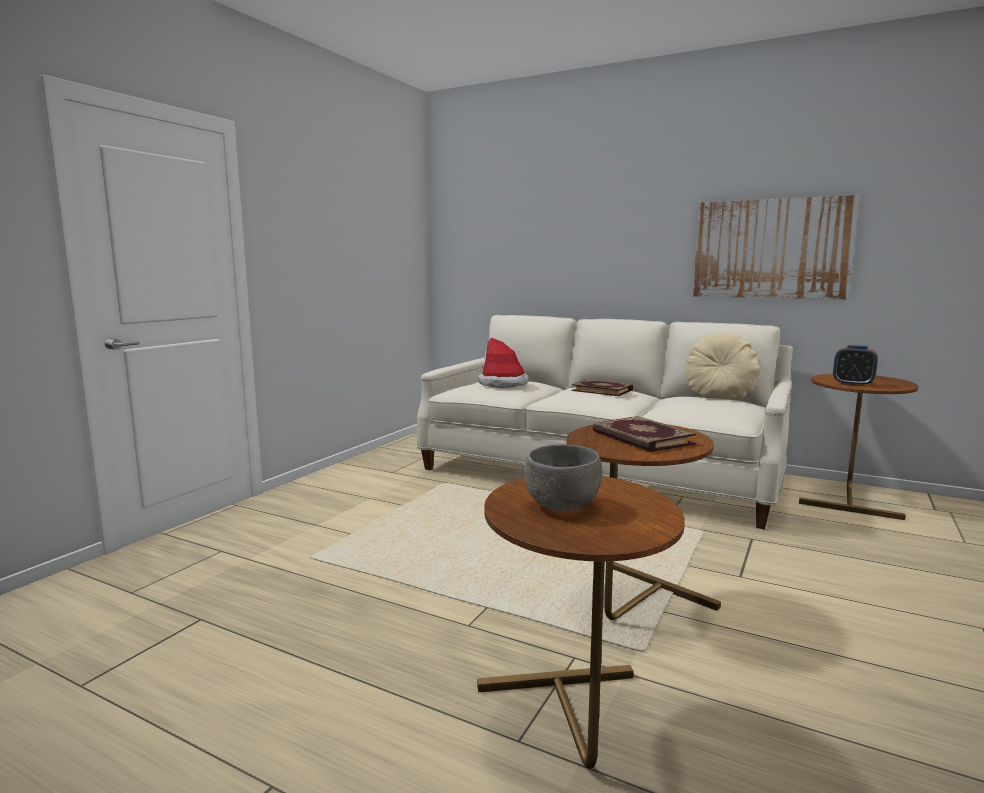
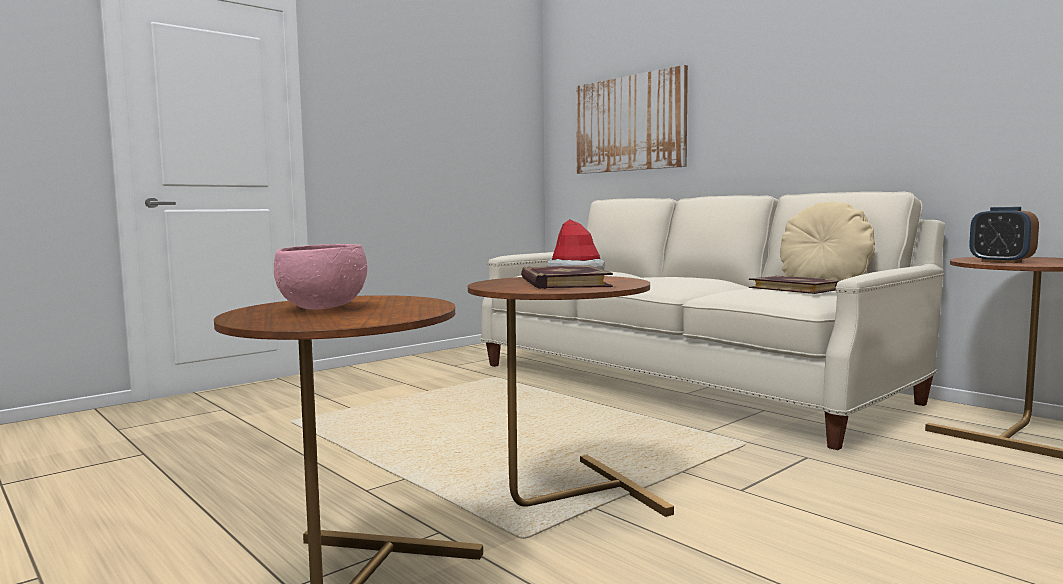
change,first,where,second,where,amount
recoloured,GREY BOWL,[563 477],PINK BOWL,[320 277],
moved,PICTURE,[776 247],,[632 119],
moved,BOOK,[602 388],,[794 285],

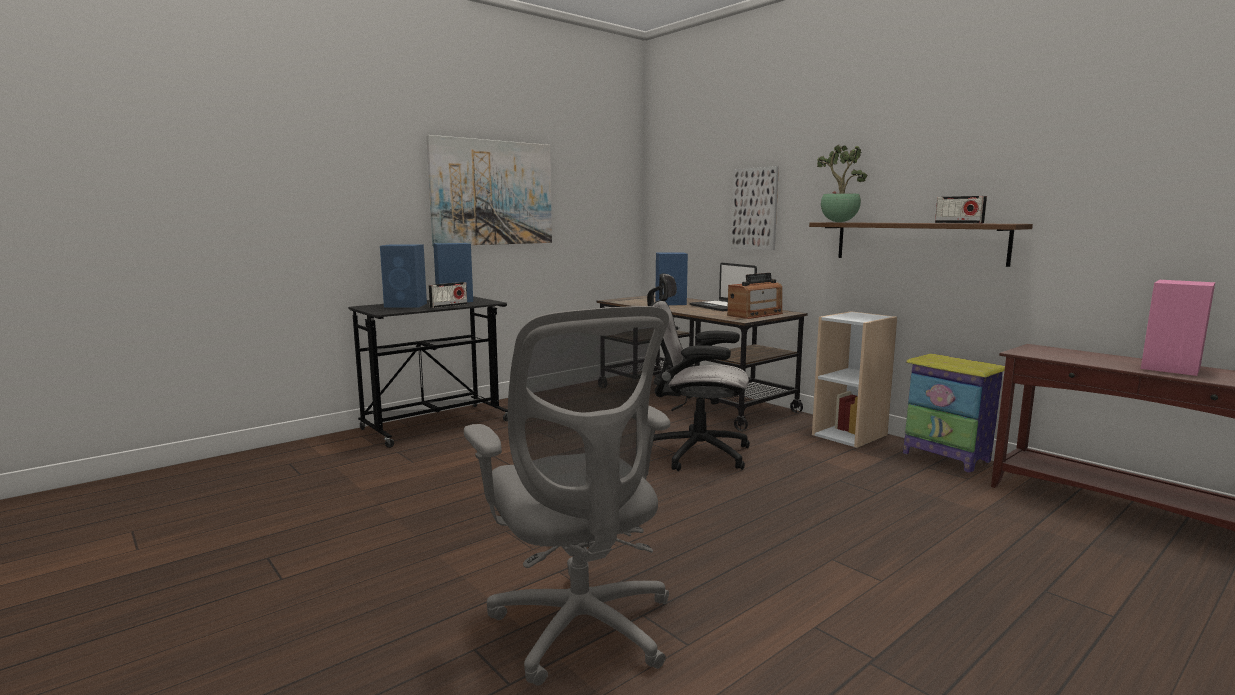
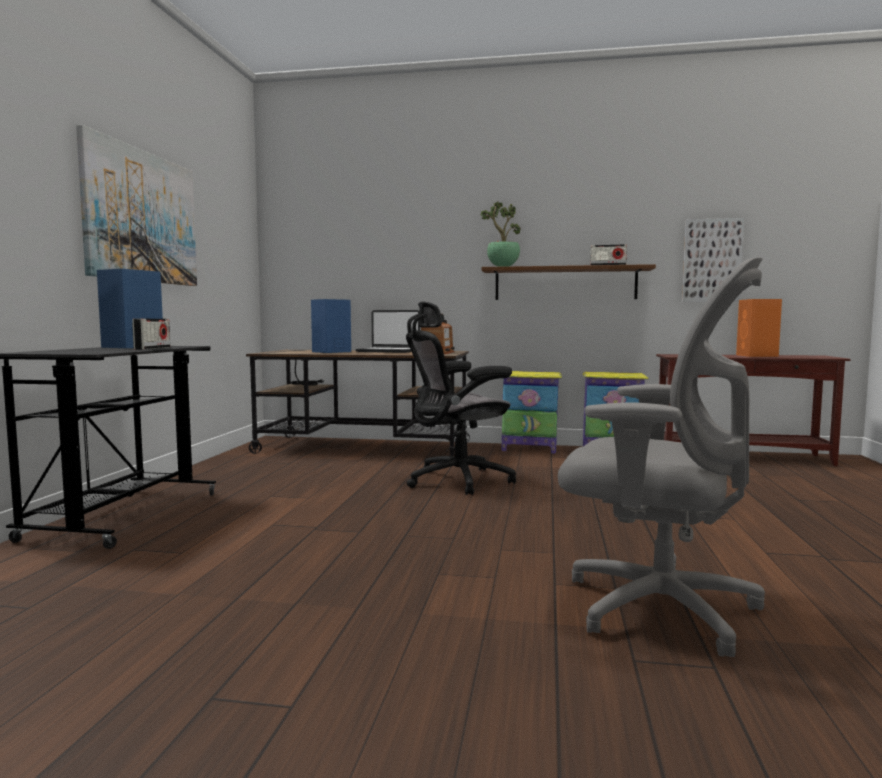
change,first,where,second,where,amount
replaced,BOOKCASE,[854 379],NIGHTSTAND,[531 412],
moved,PICTURE,[755 208],,[713 260],
recoloured,PINK SPEAKER,[1178 328],ORANGE SPEAKER,[759 328],
removed,BLUE SPEAKER,[403 276],,,

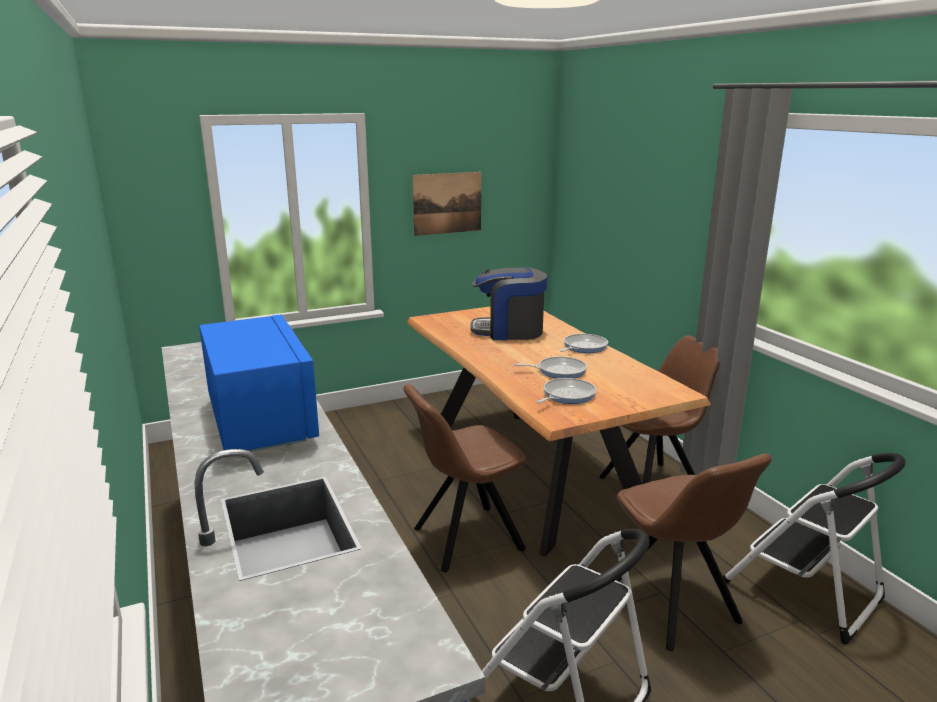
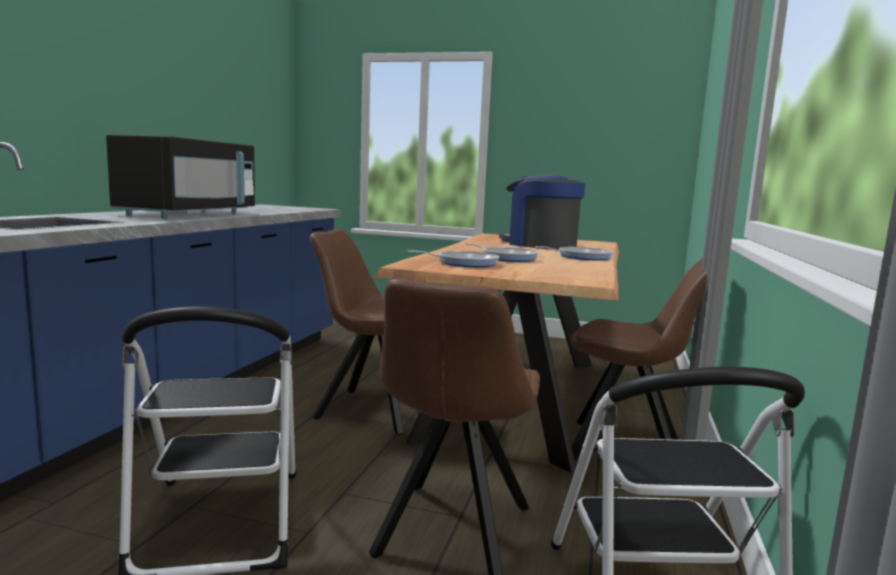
change,first,where,second,where,amount
recoloured,BLUE MICROWAVE,[259 383],BLACK MICROWAVE,[180 176],
removed,PICTURE,[446 204],,,

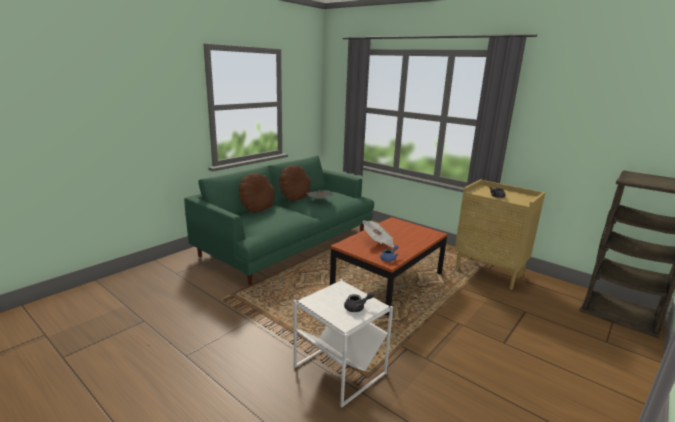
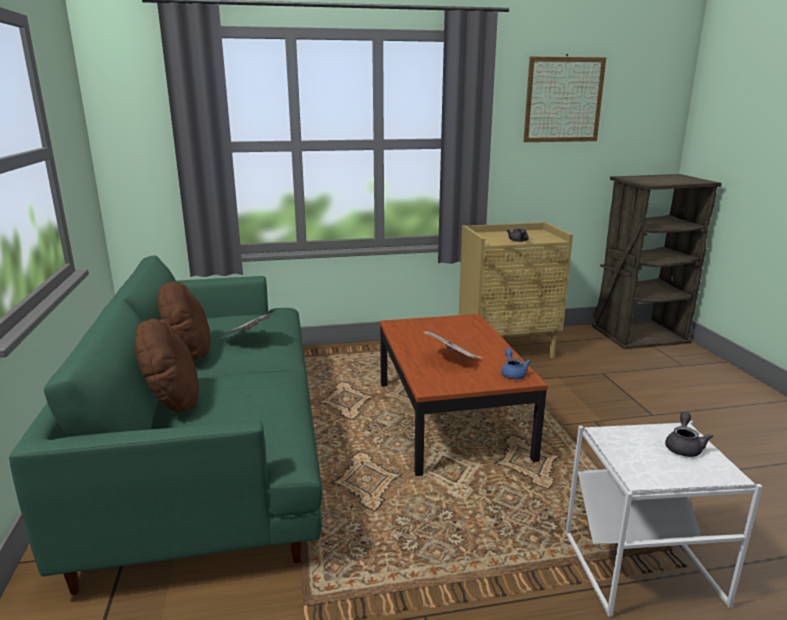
change,first,where,second,where,amount
added,,,PICTURE,[564 98],

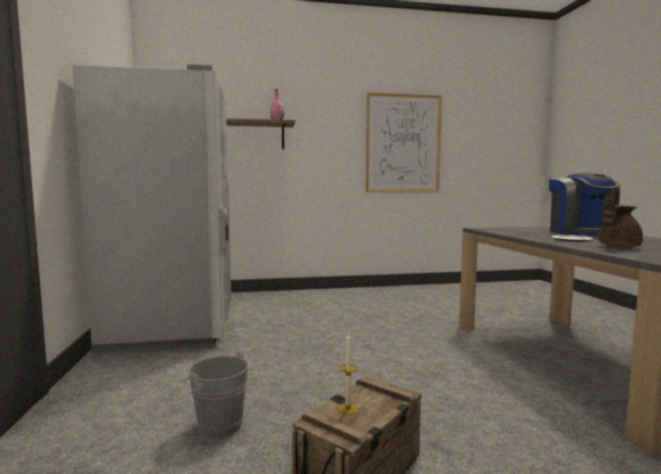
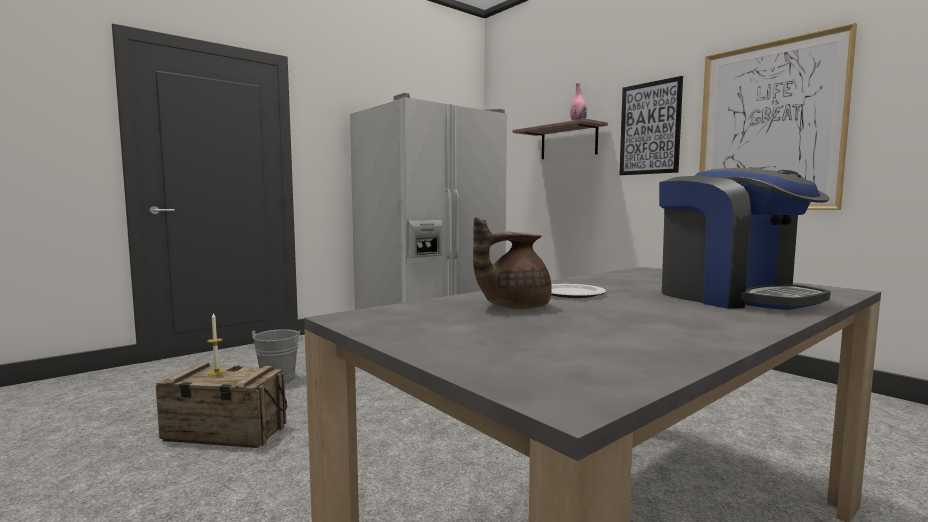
change,first,where,second,where,amount
turned,BROWN TEAPOT,[620 222],,[512 263],60 degrees counterclockwise
added,,,PICTURE,[651 125],
turned,COFFEE MACHINE,[584 204],,[745 239],90 degrees counterclockwise

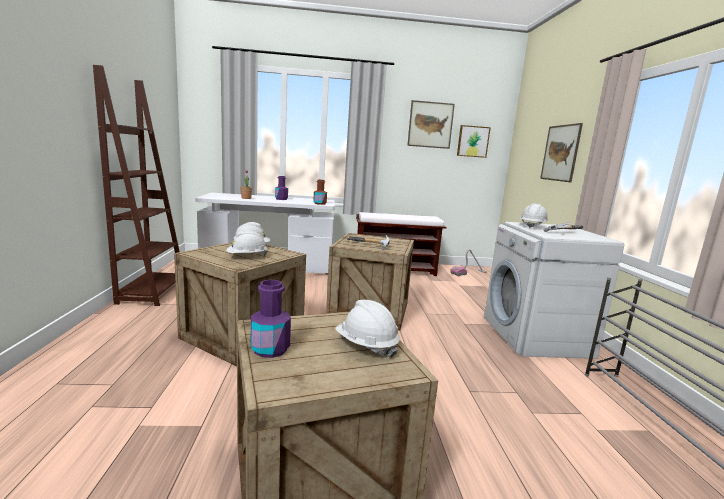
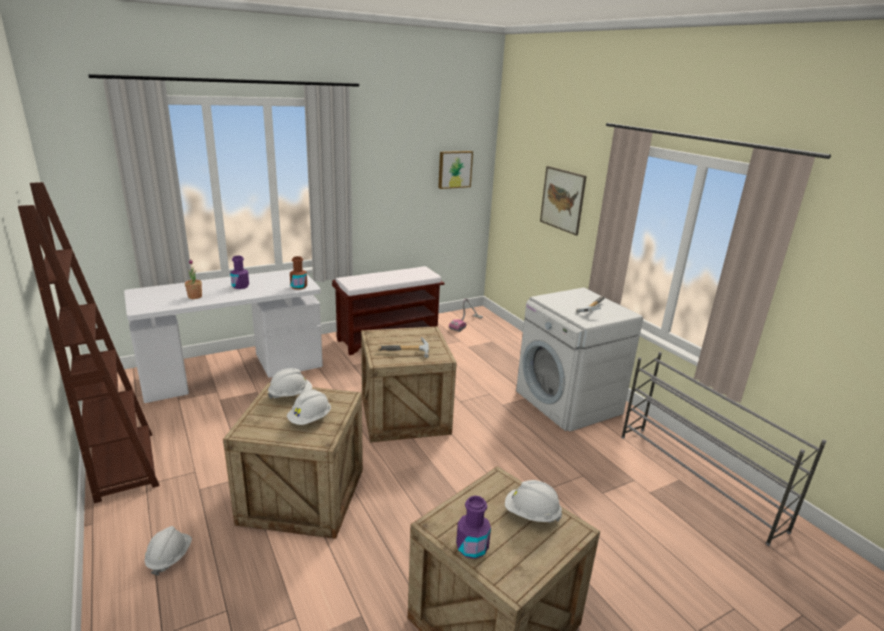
change,first,where,second,where,amount
moved,WHITE HARD HAT,[534 215],,[168 551],
removed,PICTURE,[431 124],,,

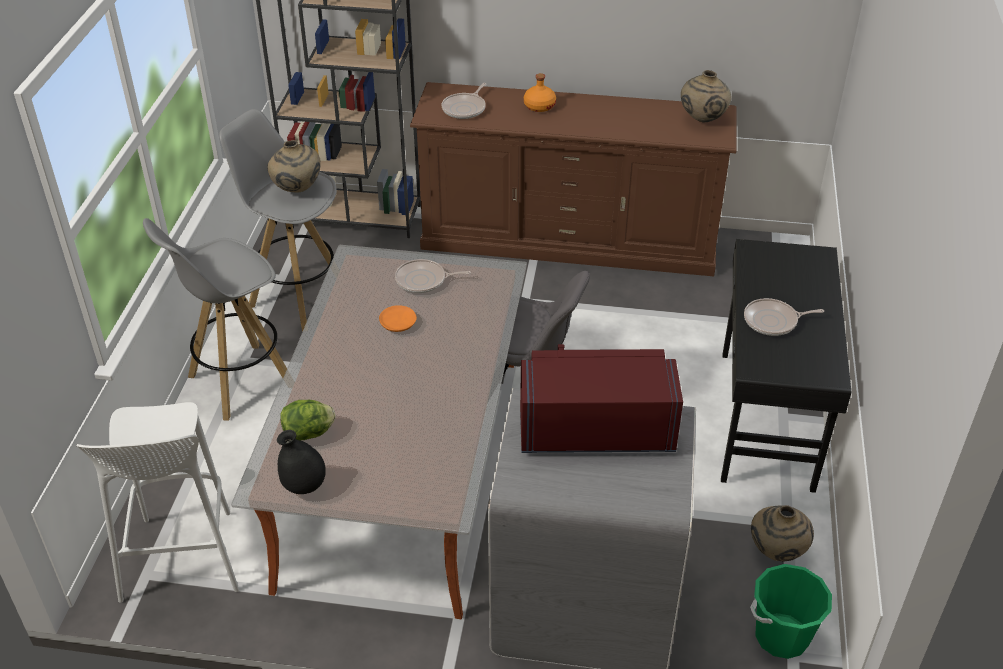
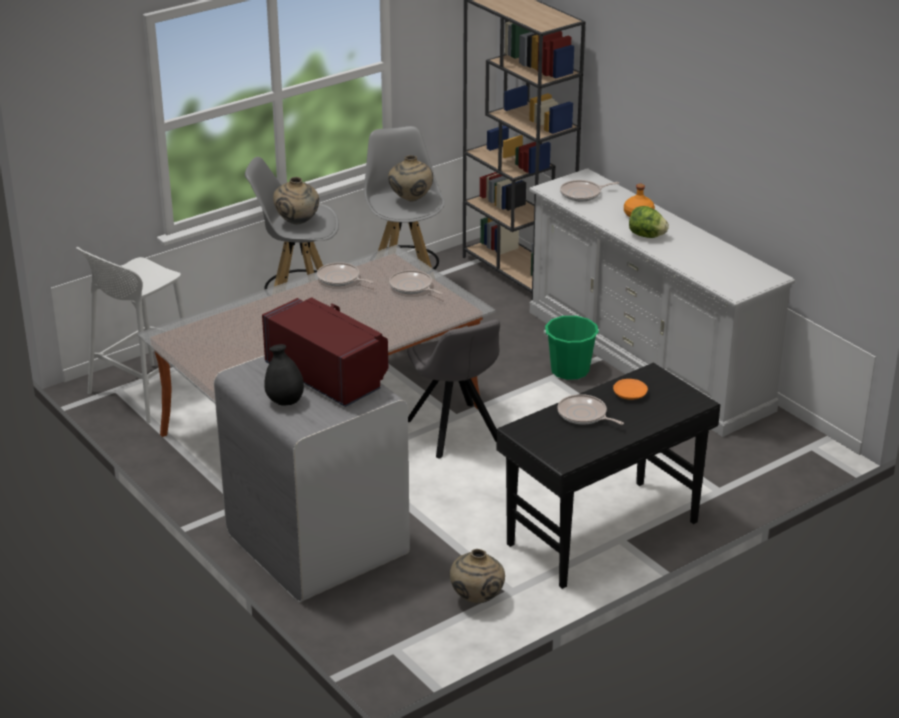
change,first,where,second,where,amount
moved,BLACK VASE,[301 462],,[284 375],
moved,BEIGE VASE,[706 96],,[296 200],
added,,,FRYING PAN,[345 274],
recoloured,BROWN CABINET,[573 179],WHITE CABINET,[662 302],
moved,GREEN BUCKET,[791 611],,[571 348],
moved,ORANGE PLATE,[398 318],,[630 389],
moved,LETTUCE,[308 420],,[649 222],

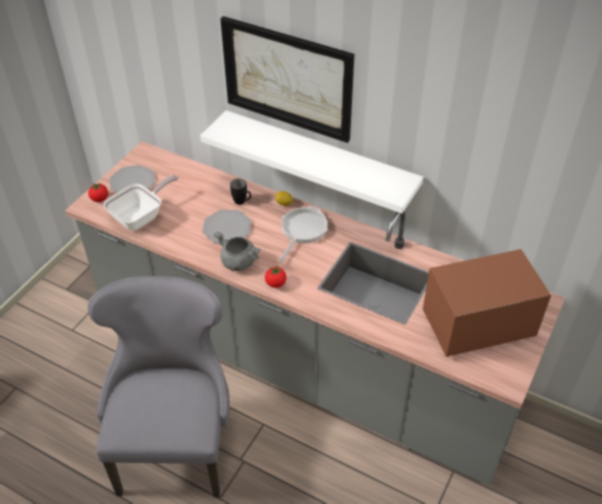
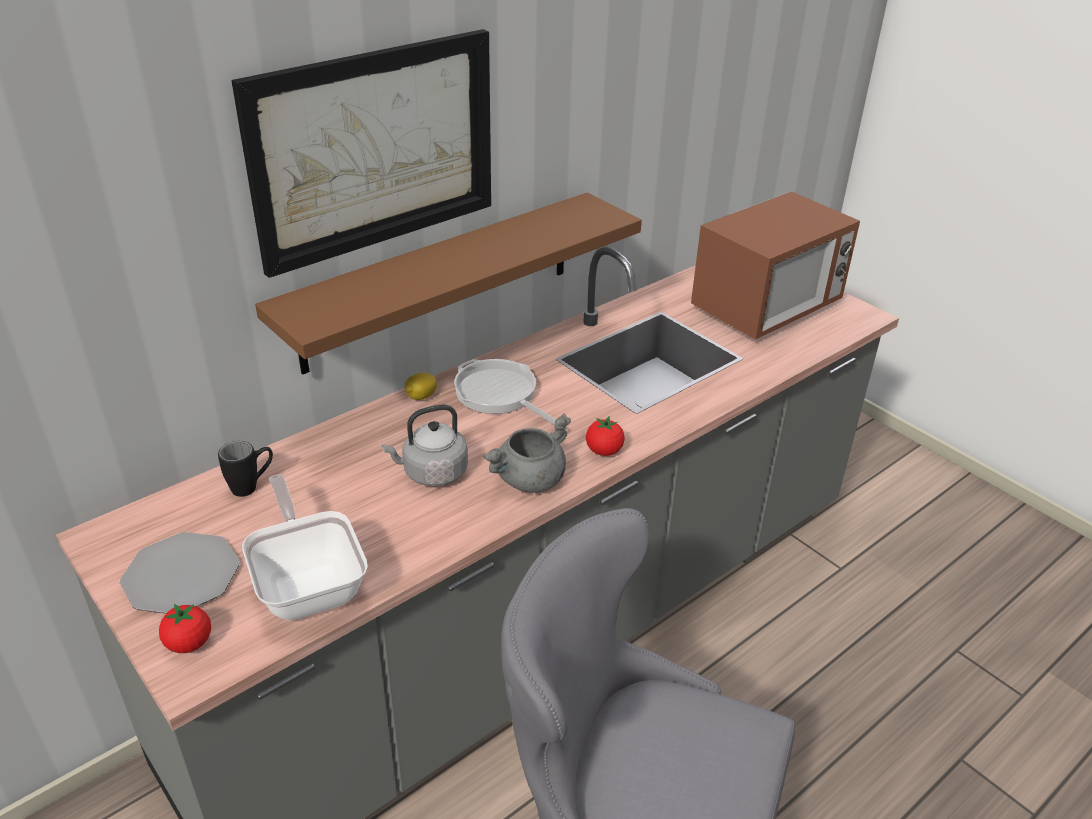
change,first,where,second,where,amount
moved,BLACK MUG,[240 192],,[245 469],
recoloured,WHITE SHELF,[311 162],BROWN SHELF,[448 283],
replaced,PLATE,[226 226],GREY KETTLE,[425 445],
turned,MICROWAVE,[487 303],,[775 265],135 degrees counterclockwise

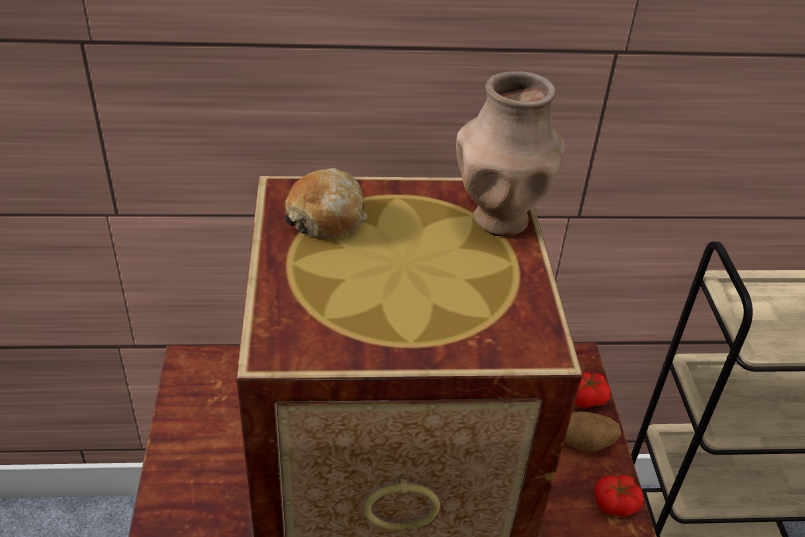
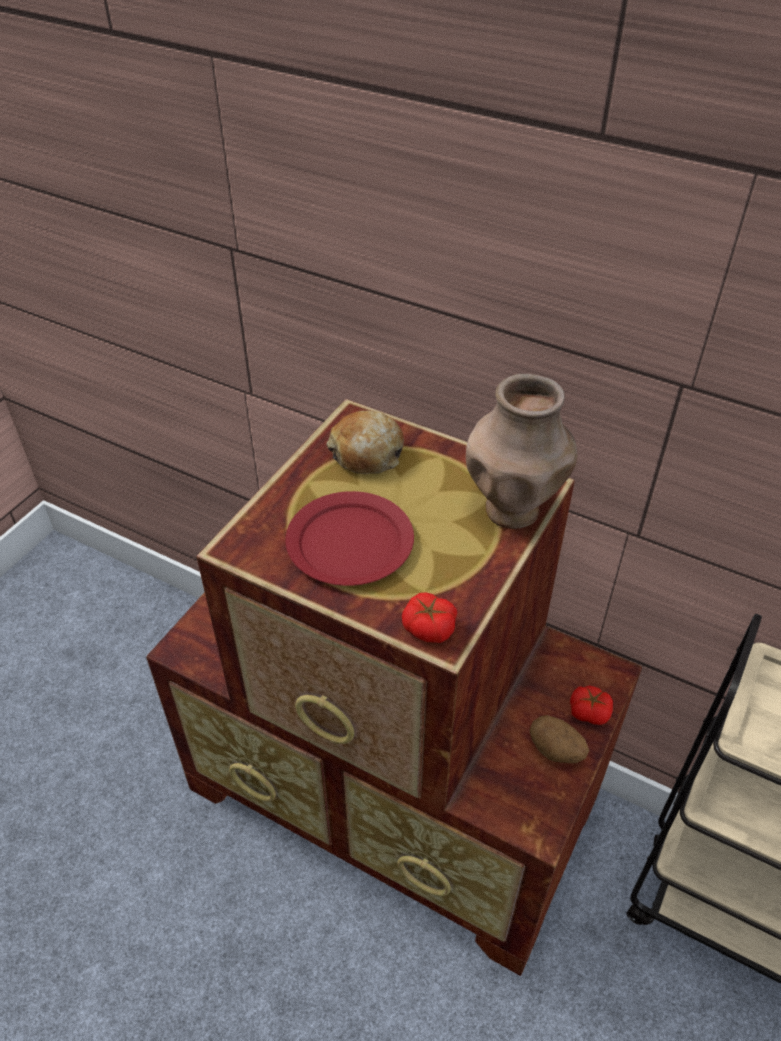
change,first,where,second,where,amount
added,,,RED PLATE,[349 538],
moved,TOMATO,[618 495],,[429 617],

